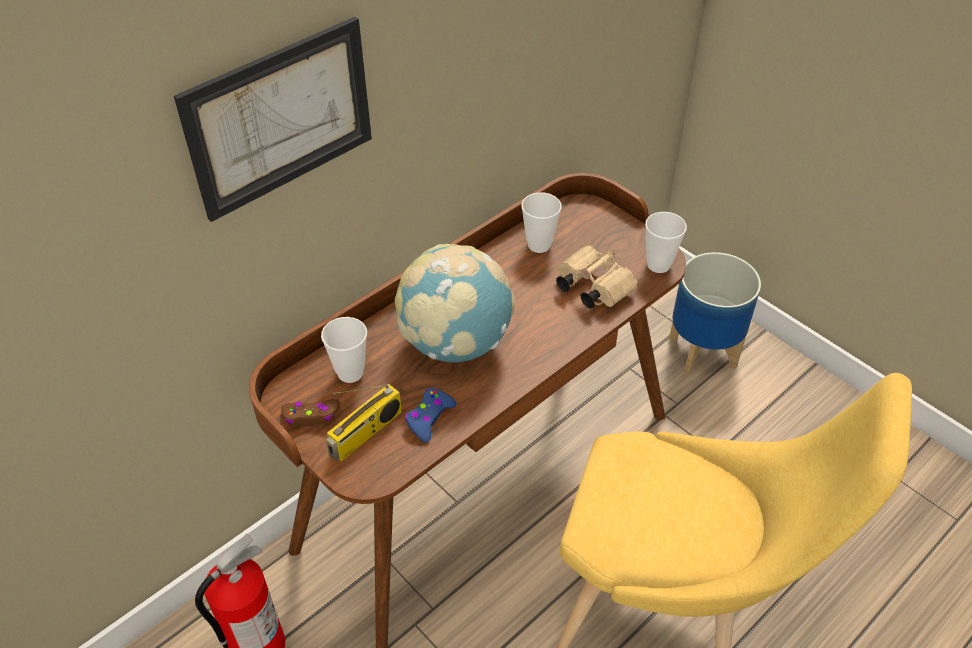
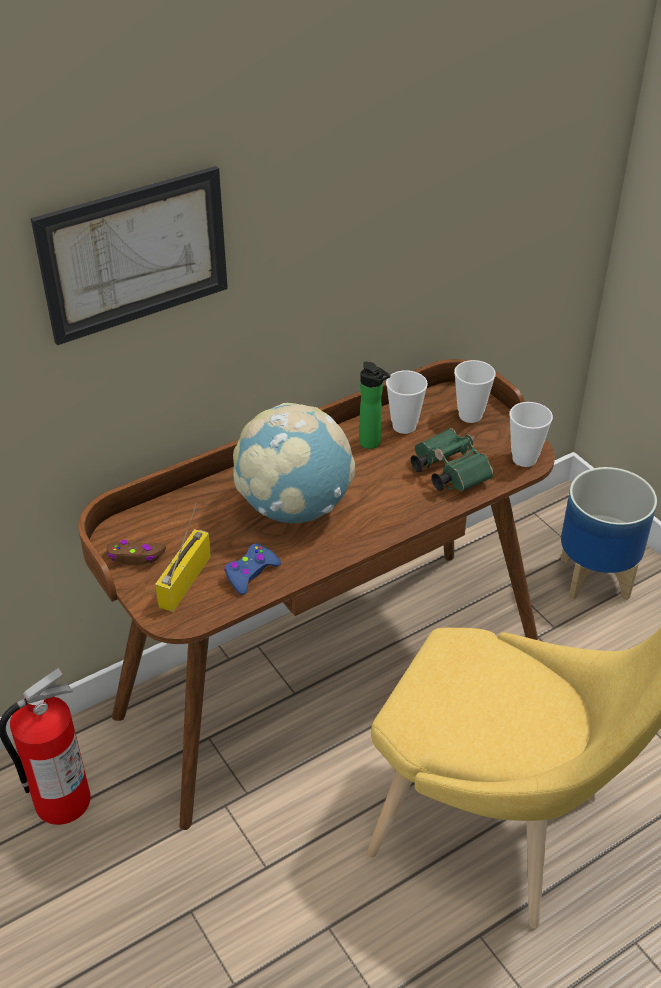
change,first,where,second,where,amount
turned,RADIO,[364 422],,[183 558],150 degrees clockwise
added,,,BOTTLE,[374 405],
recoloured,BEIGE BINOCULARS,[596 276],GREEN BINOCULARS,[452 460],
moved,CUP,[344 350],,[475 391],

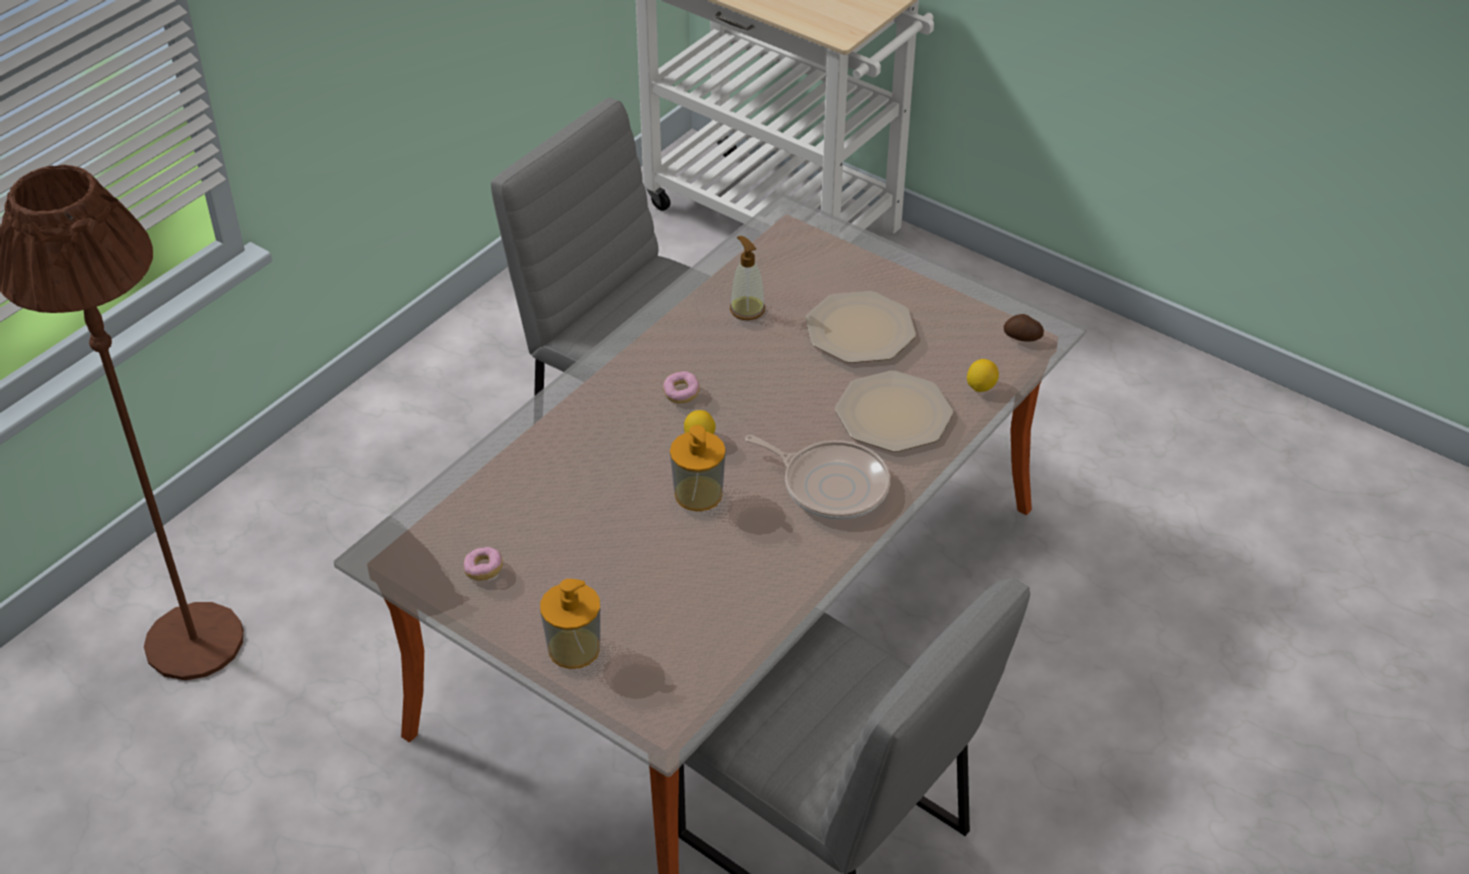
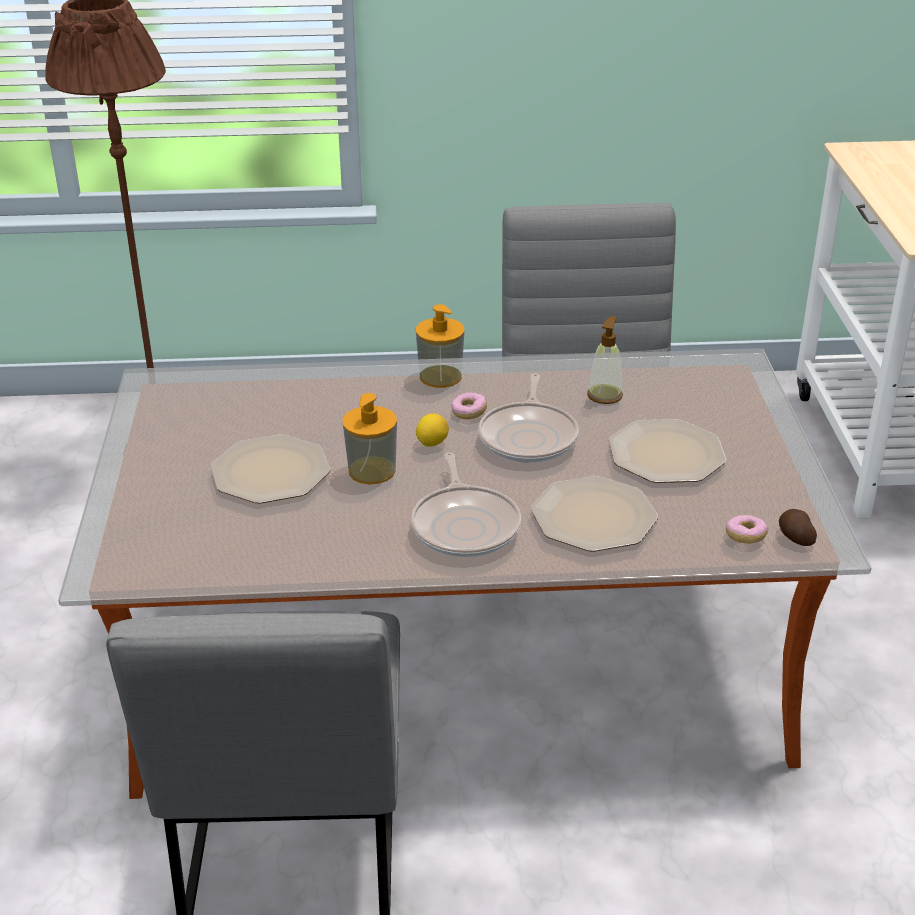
change,first,where,second,where,amount
added,,,PLATE,[271 468],
moved,SOAP DISPENSER,[570 624],,[440 346],
added,,,FRYING PAN,[529 418],
moved,DONUT,[483 564],,[747 529],
removed,LEMON,[983 375],,,

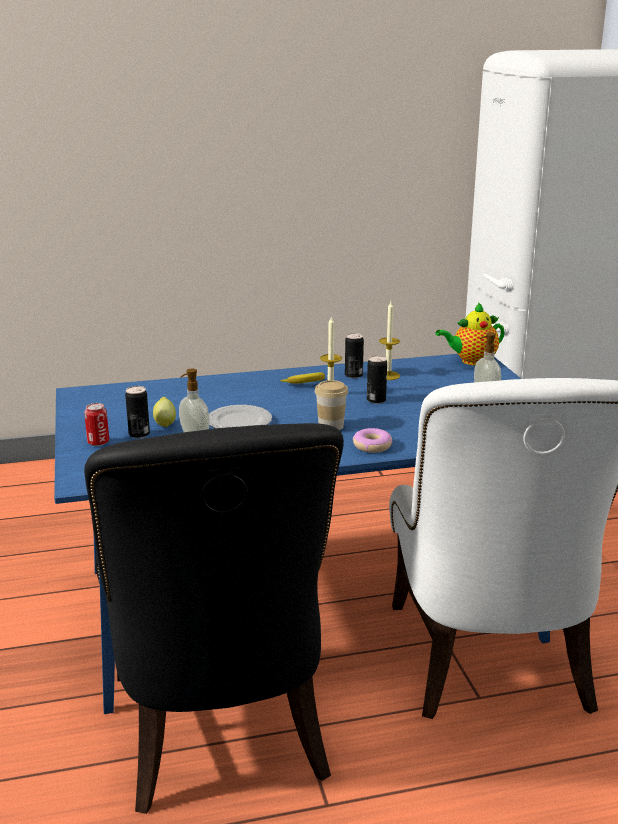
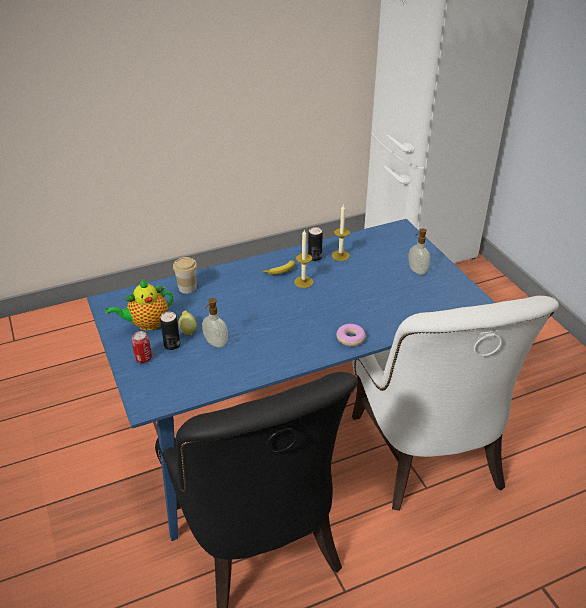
change,first,where,second,where,amount
moved,TEAPOT,[470 334],,[139 305],
moved,CUP,[331 405],,[185 275],
removed,PLATE,[240 416],,,
removed,CAN,[377 379],,,

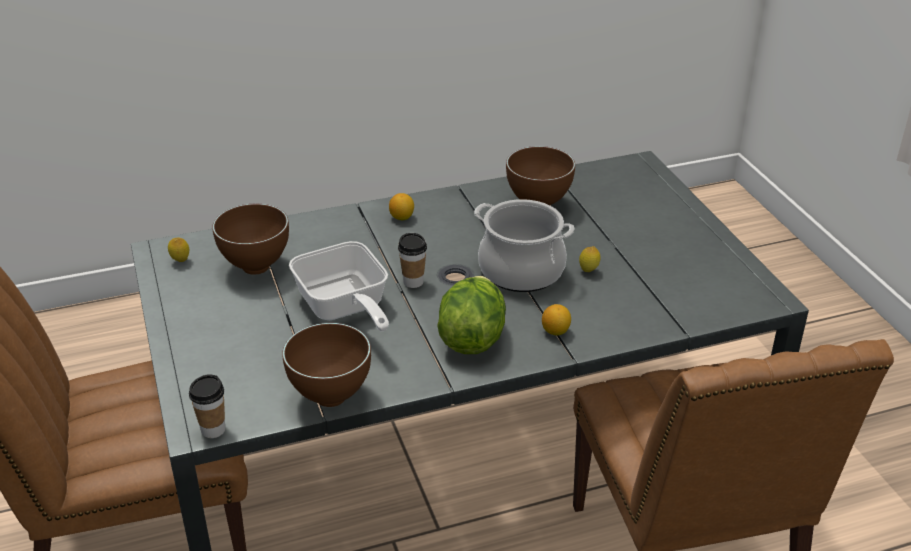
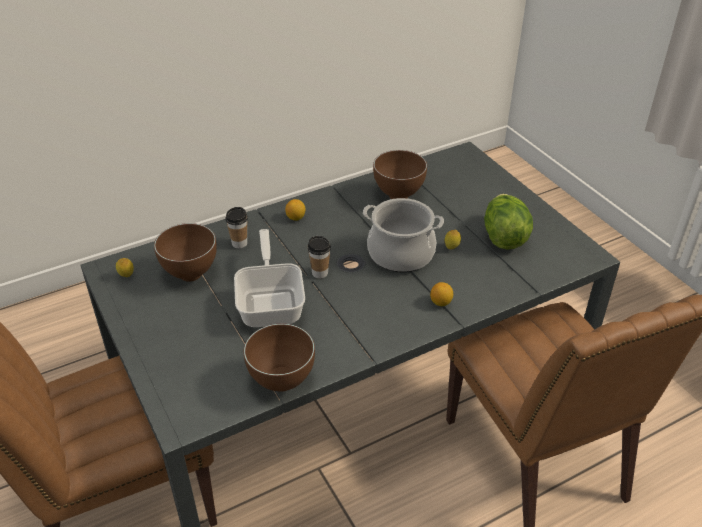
change,first,where,second,where,amount
moved,CUP,[207 406],,[236 227],
turned,FRYING PAN,[339 286],,[269 278],150 degrees counterclockwise
moved,LETTUCE,[471 315],,[508 221],

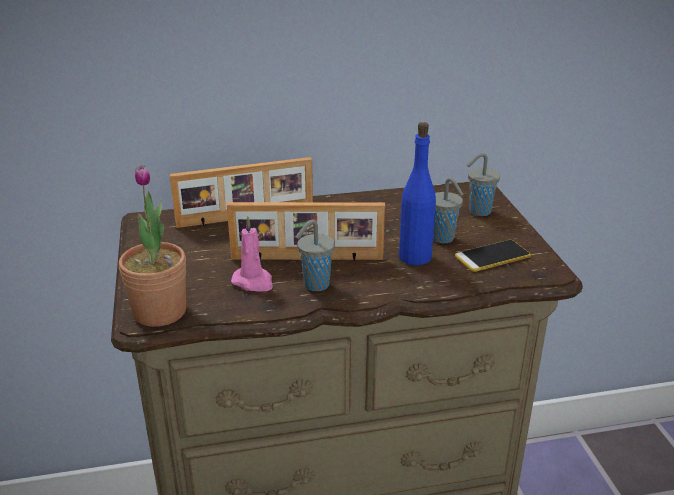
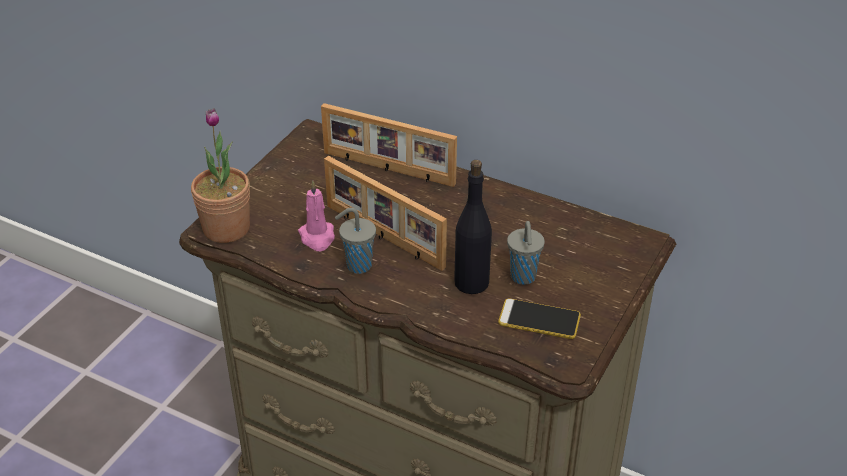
change,first,where,second,where,amount
recoloured,BLUE BOTTLE,[417 193],BLACK BOTTLE,[473 227],
removed,GREY CUP,[483 184],,,

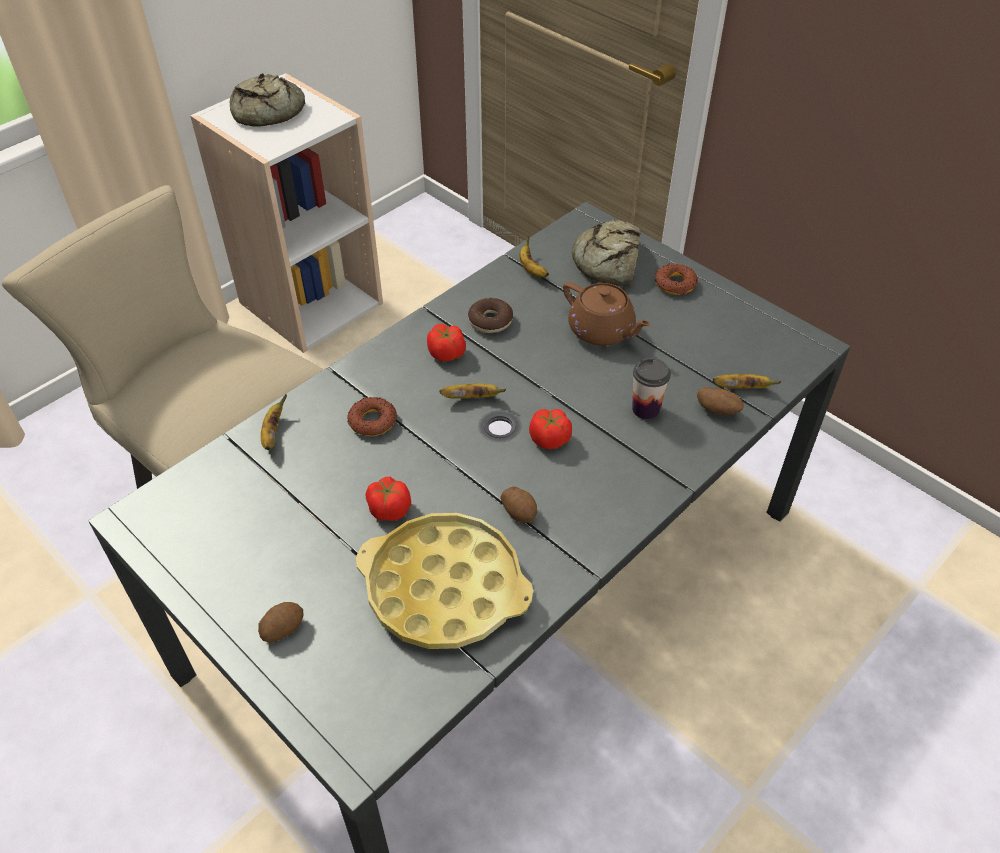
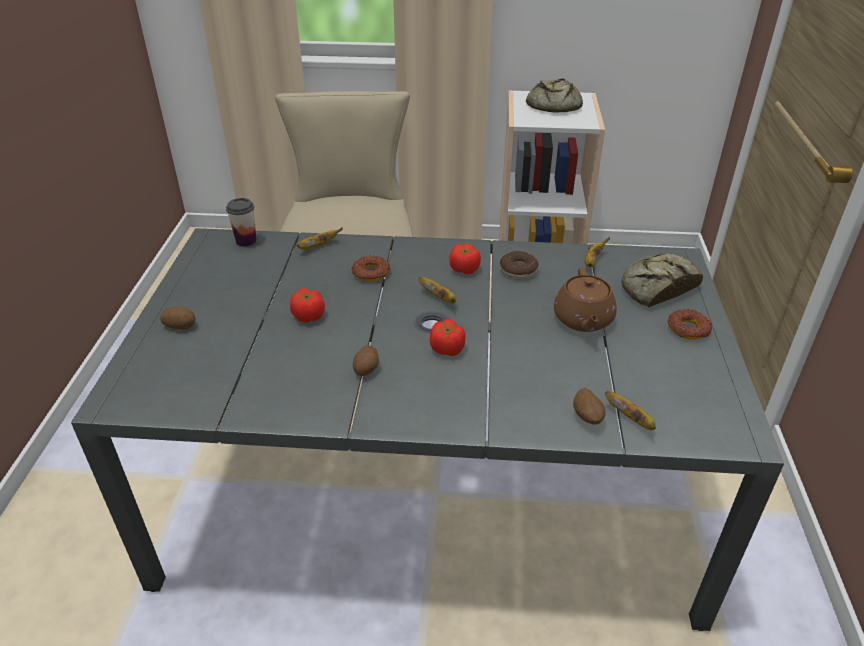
change,first,where,second,where,amount
moved,CUP,[651 388],,[241 222],
removed,YELLOW TRAY,[444 581],,,

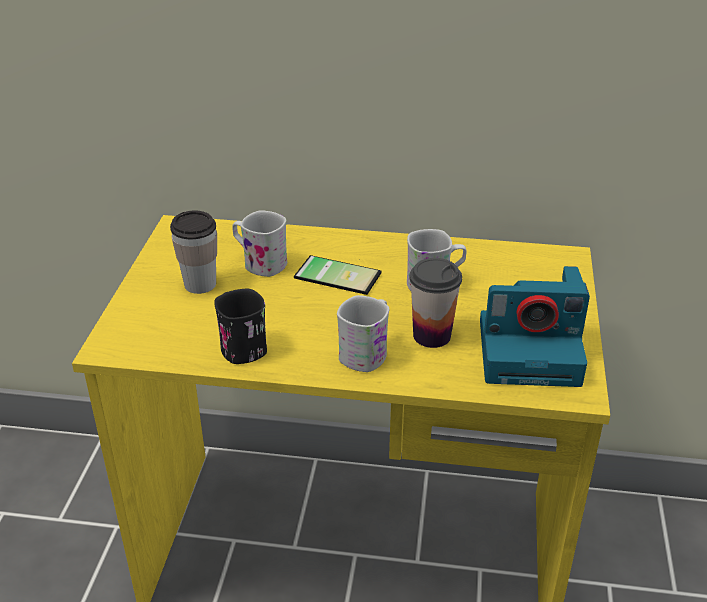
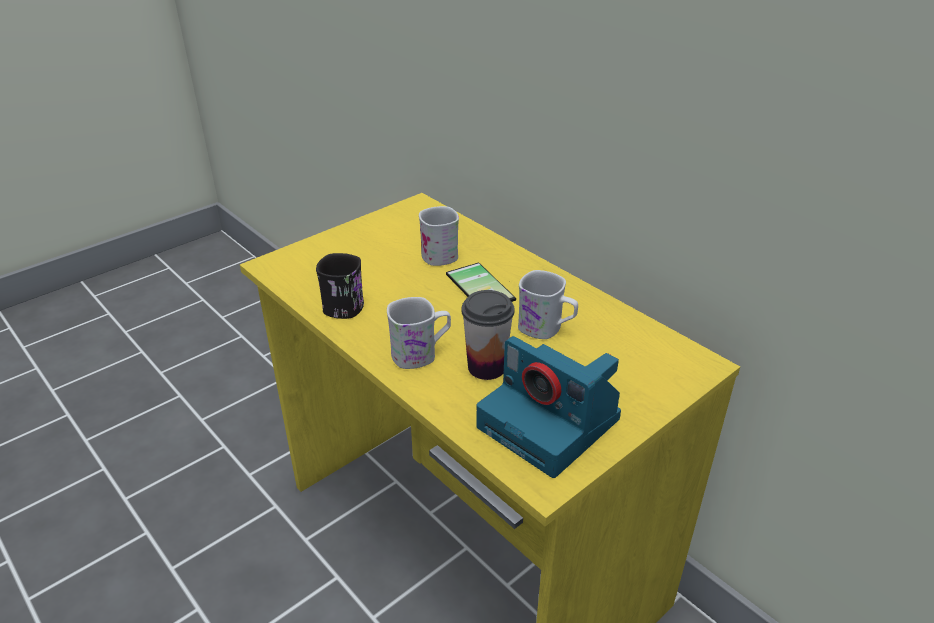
change,first,where,second,where,amount
removed,CUP,[193 252],,,

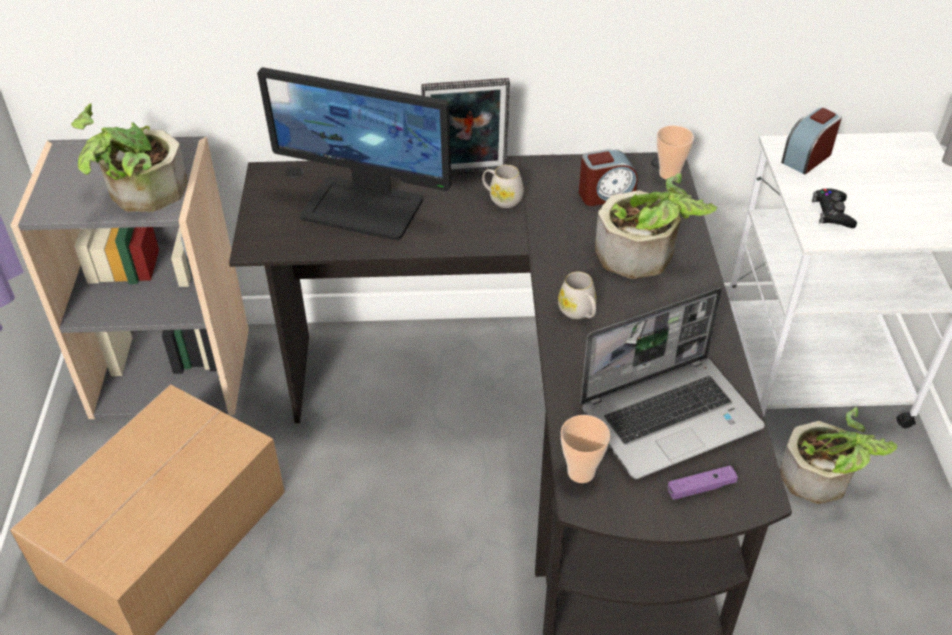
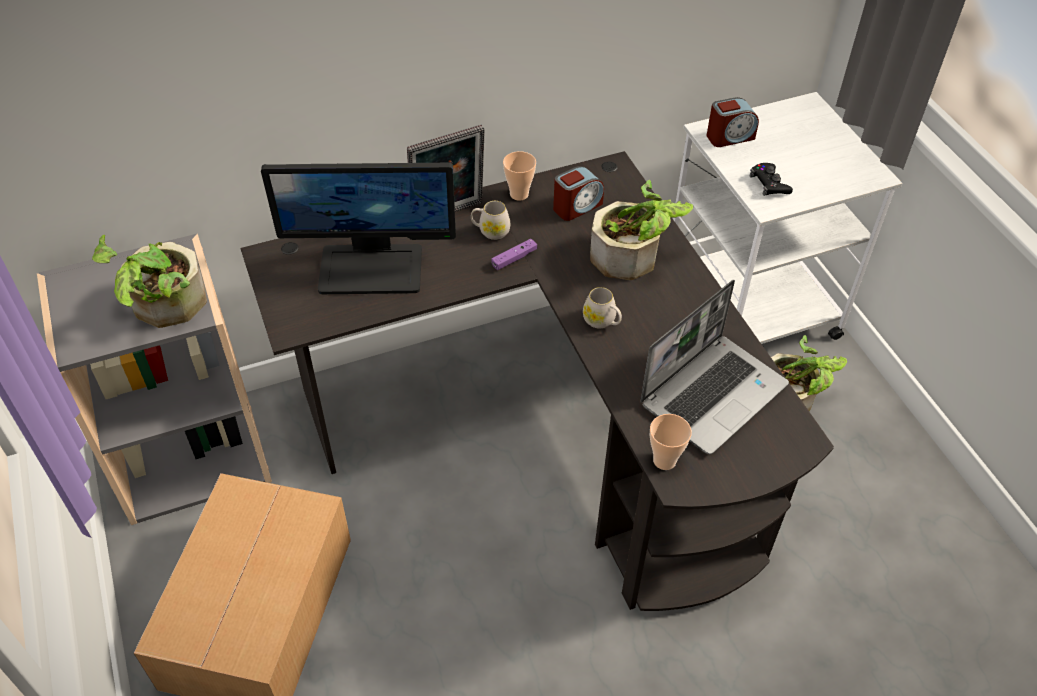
change,first,where,second,where,amount
moved,PURPLE GAME CONTROLLER,[703 482],,[514 254],
moved,CUP,[675 152],,[519 176],
turned,ALARM CLOCK,[811 141],,[733 122],135 degrees counterclockwise

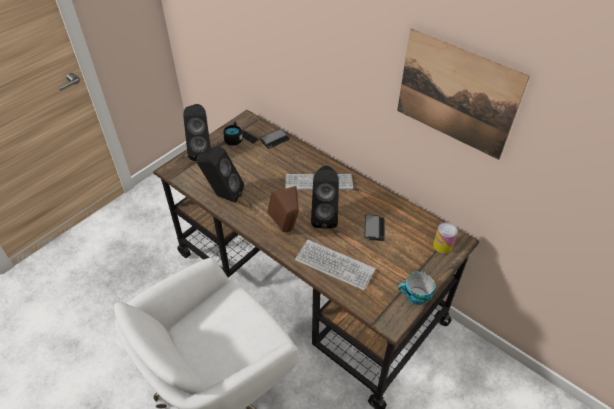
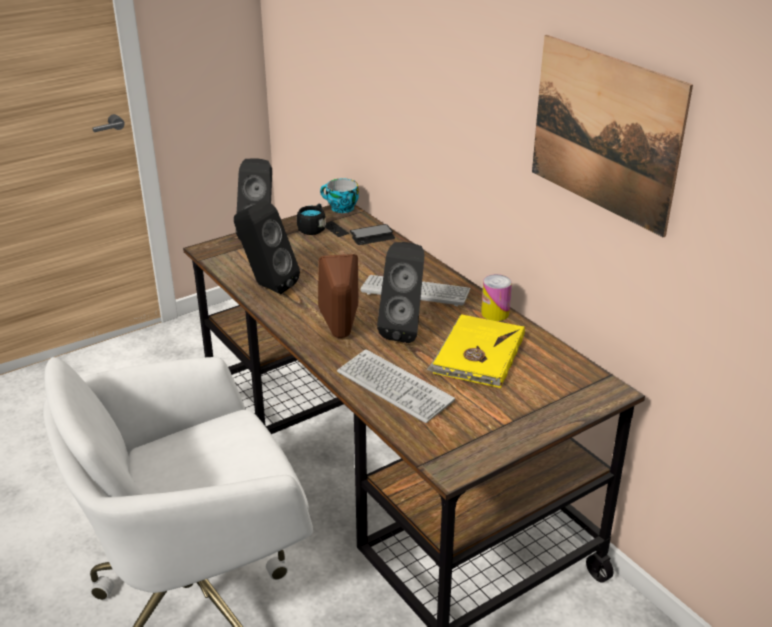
change,first,where,second,where,amount
moved,CUP,[416 288],,[339 195],
replaced,PHONE,[374 227],YELLOW BOOK,[476 351],
moved,CAN,[445 238],,[496 297],

